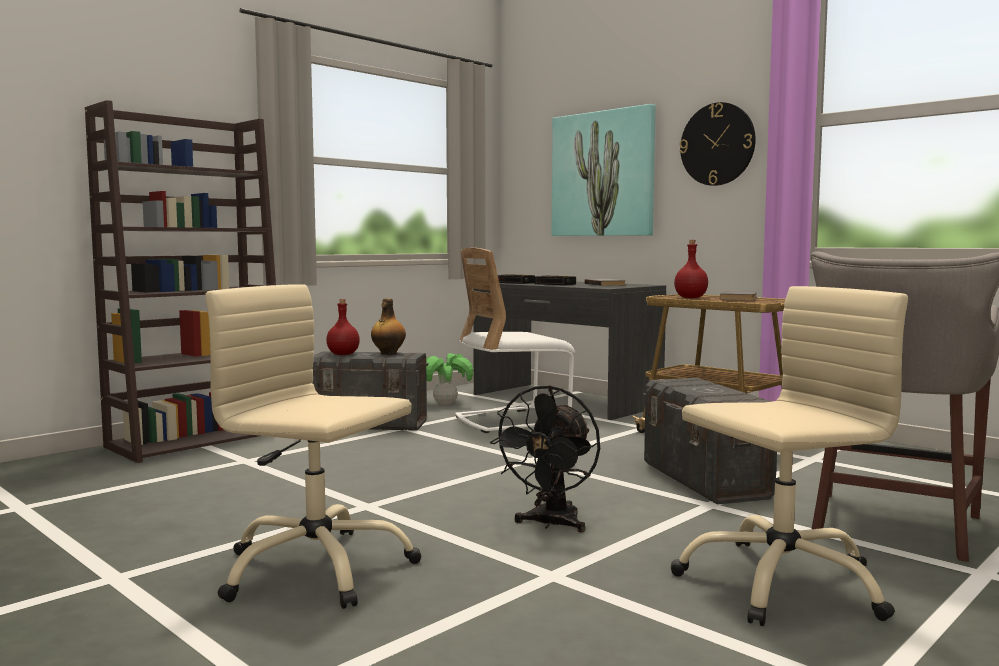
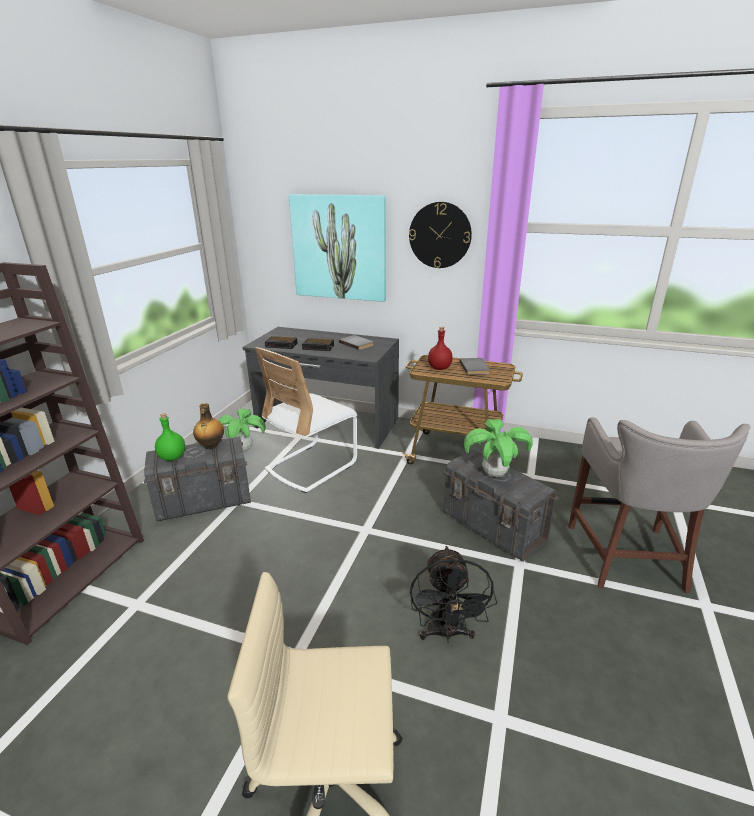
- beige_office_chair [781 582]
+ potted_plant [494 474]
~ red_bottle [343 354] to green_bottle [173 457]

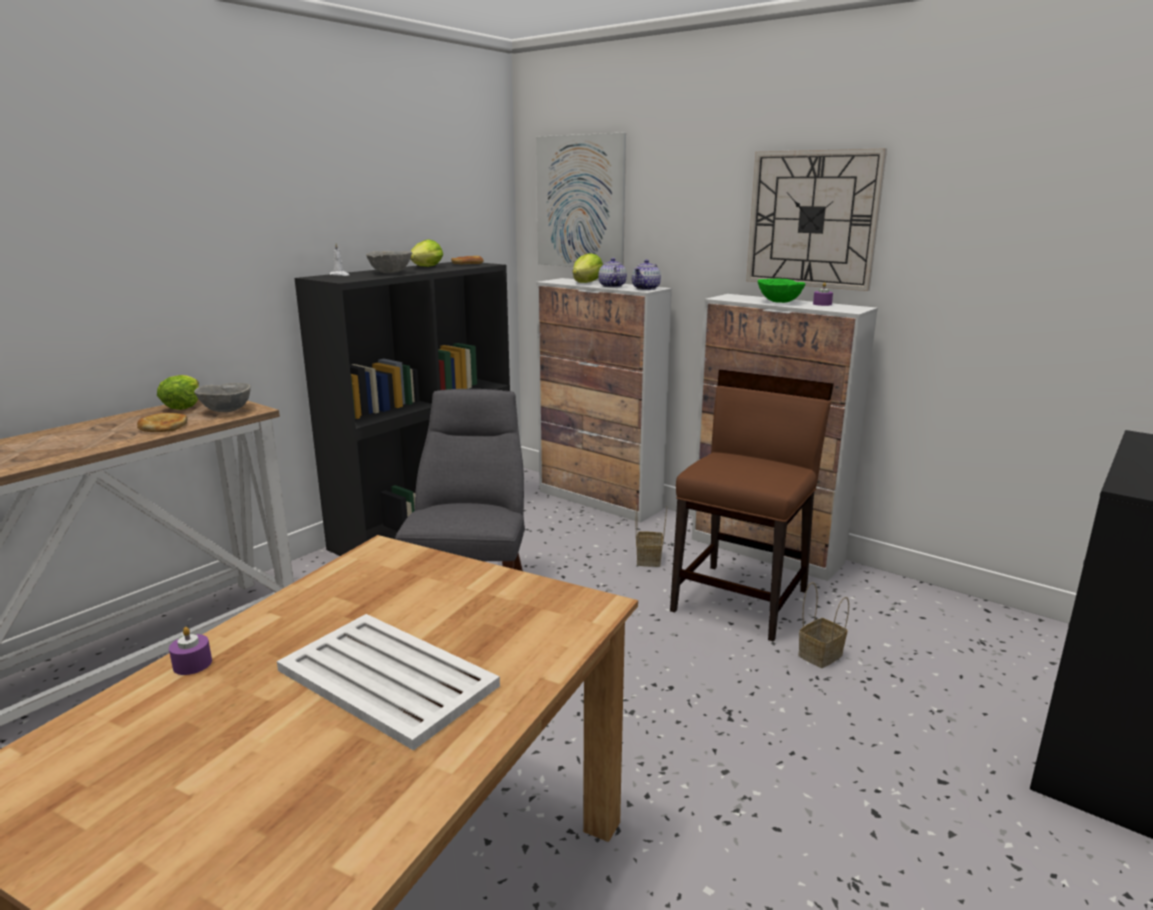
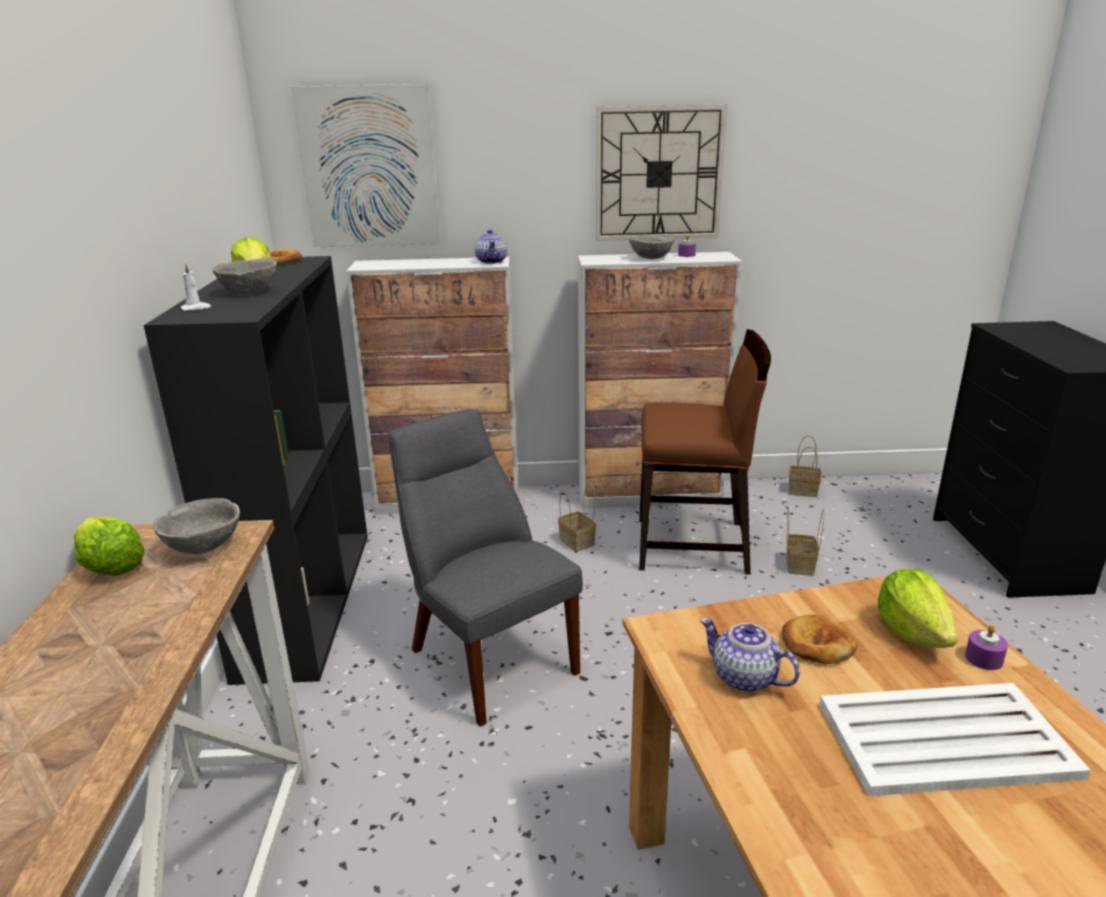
+ basket [804 490]
~ bread [163 426] to [816 644]
~ purple_candle [192 664] to [983 658]
~ lettuce [587 283] to [912 632]
~ teapot [612 286] to [745 678]
~ green_bowl [779 302] to grey_bowl [650 258]
~ brown_chair [741 600] = [693 546] 105 degrees clockwise

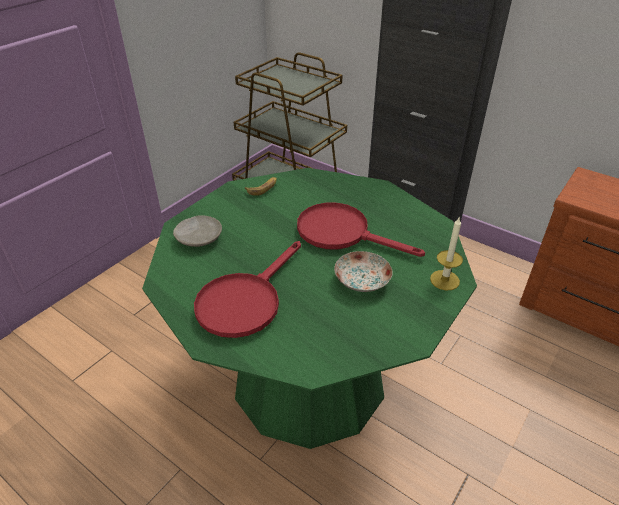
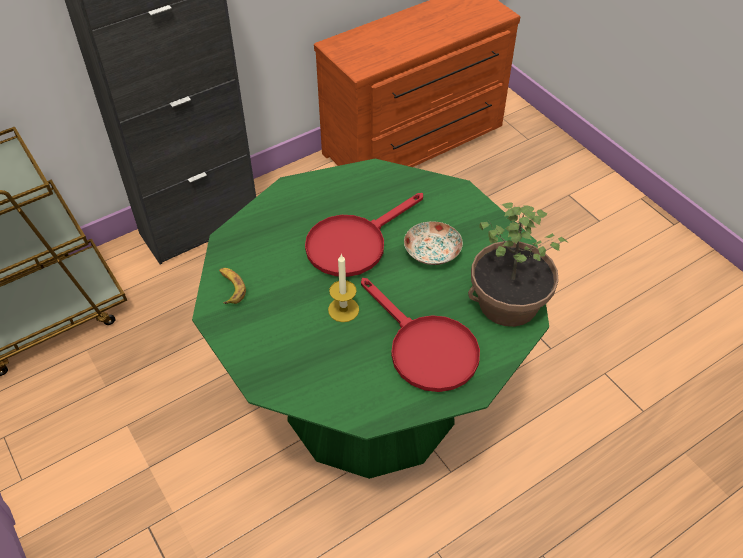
- beige_plate [199 237]
+ potted_plant [508 304]
~ candle [444 280] to [343 309]

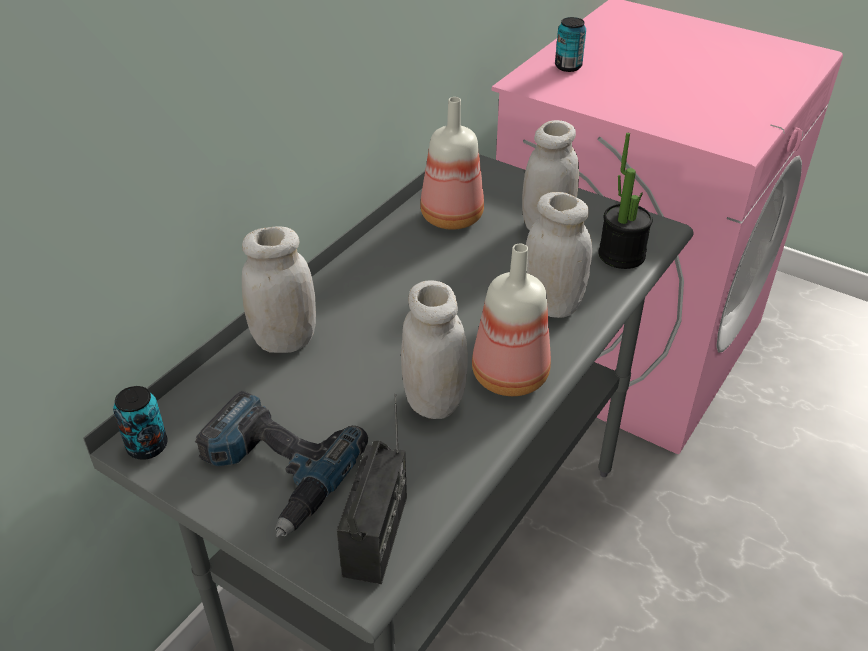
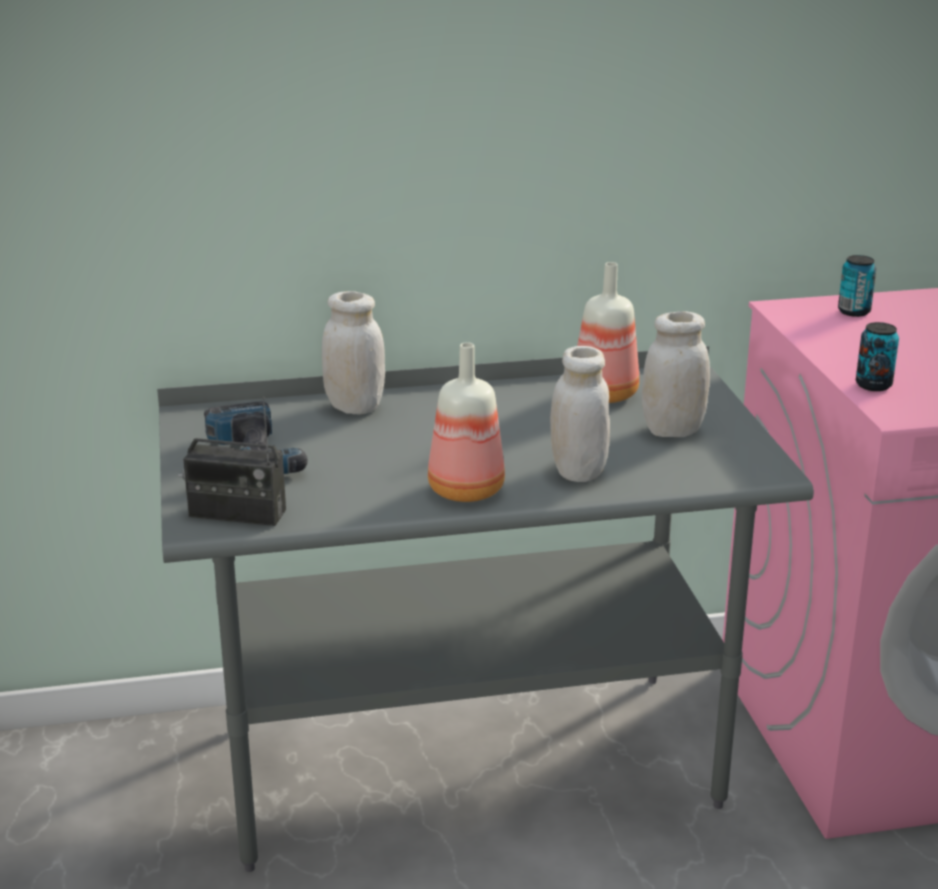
- white_jar [433 401]
- potted_plant [621 255]
~ can [147 446] to [873 385]
~ radio [376 536] = [237 513] 45 degrees clockwise

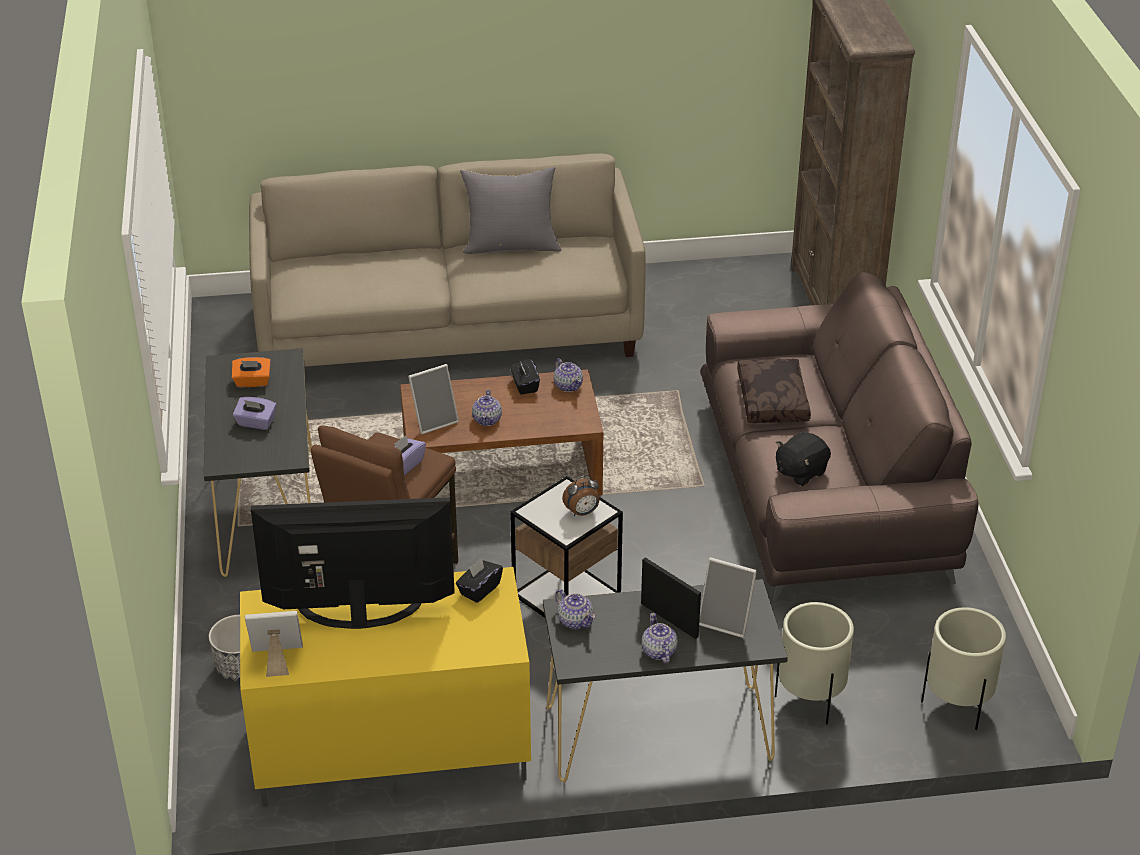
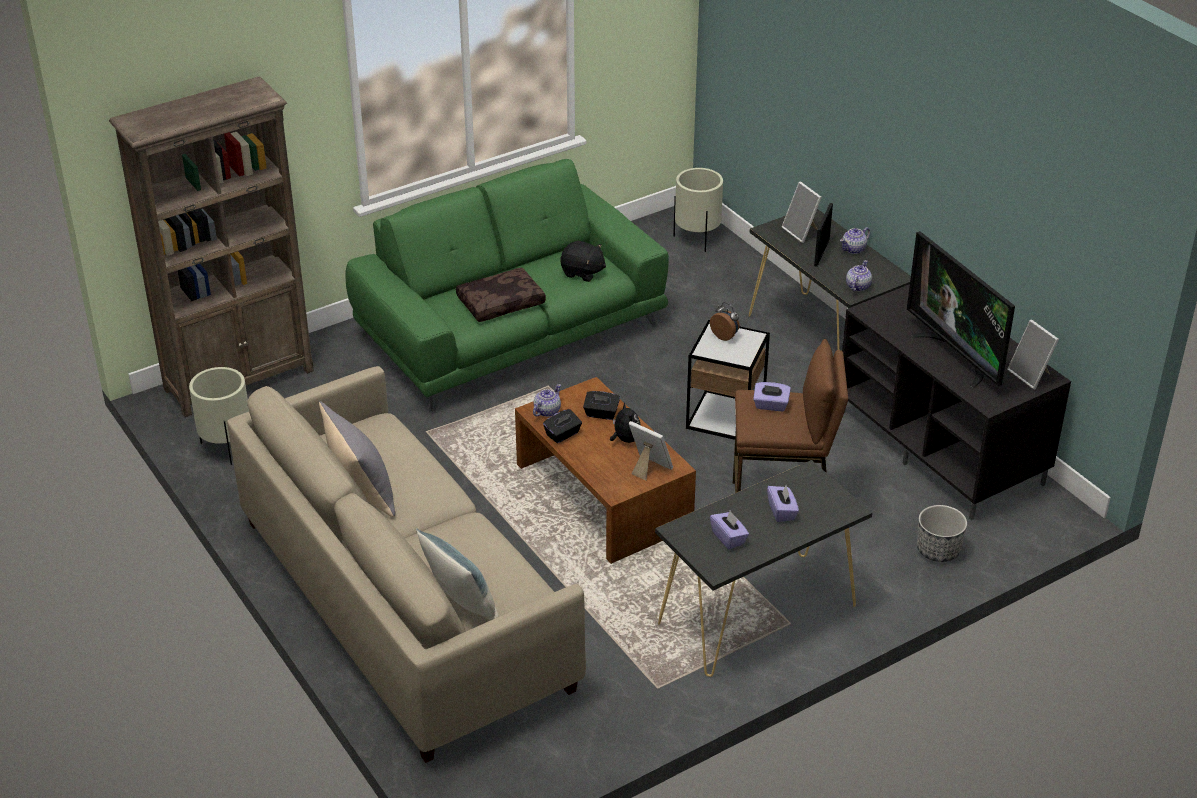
+ pillow [462 605]
~ black_tissue_box [479 589] to [601 414]
~ beige_planter [810 700] to [227 447]
~ teapot [487 419] to plush_toy [625 439]
~ orange_tissue_box [252 382] to purple_tissue_box [729 538]
~ yellow_tv_stand [389 748] to black_tv_stand [942 448]
~ brown_sofa [824 488] to green_sofa [511 331]
~ picture_frame [726 620] = [802 232] 150 degrees clockwise

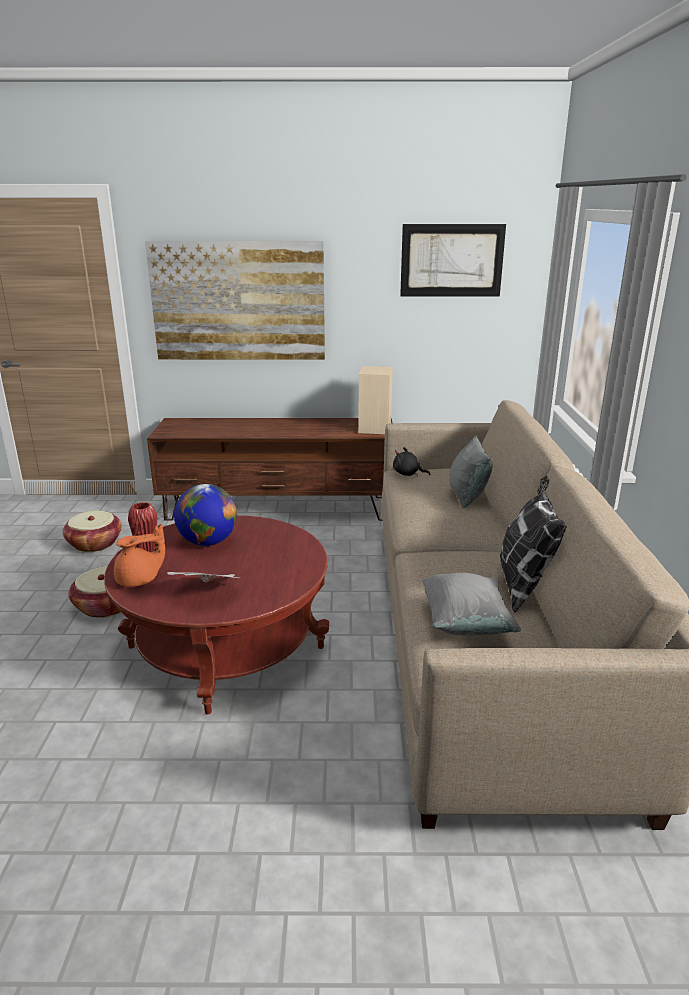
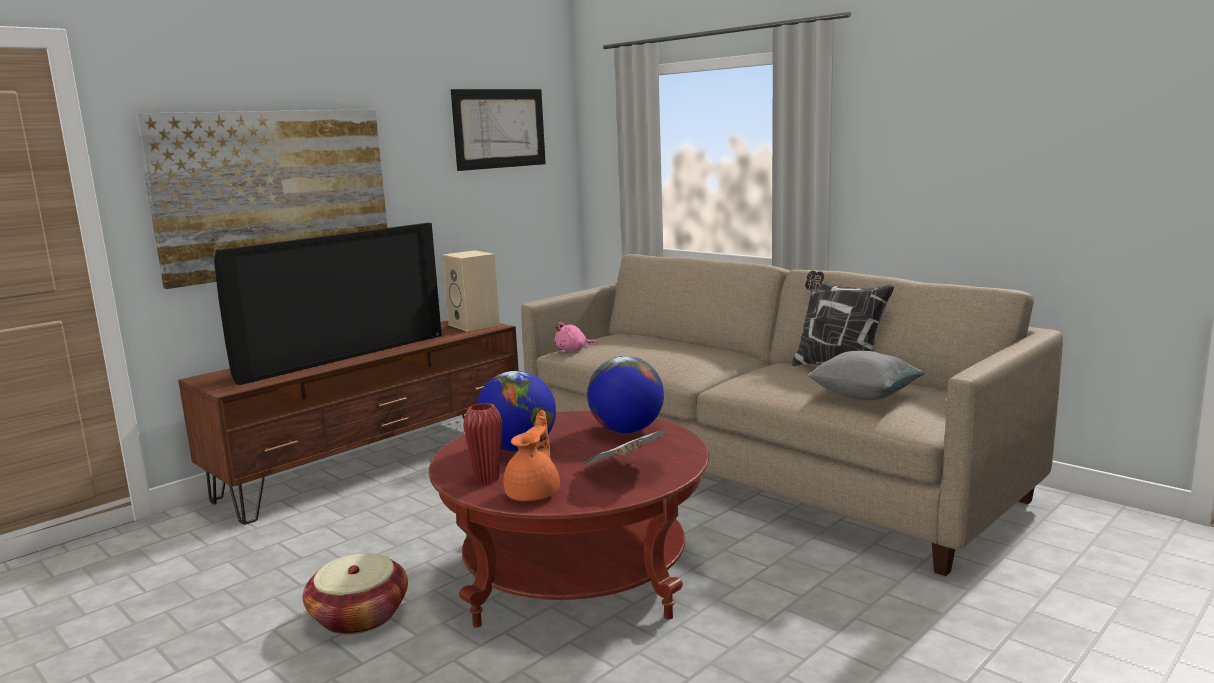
- basket [95 543]
- grey_pillow [467 496]
+ television [343 356]
+ globe [626 430]
~ black_plush_toy [408 474] to pink_plush_toy [573 350]

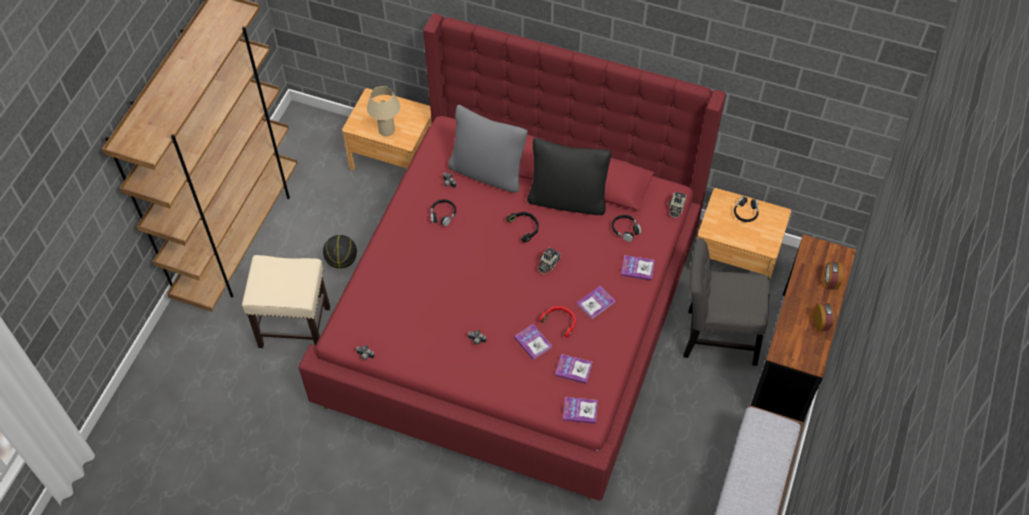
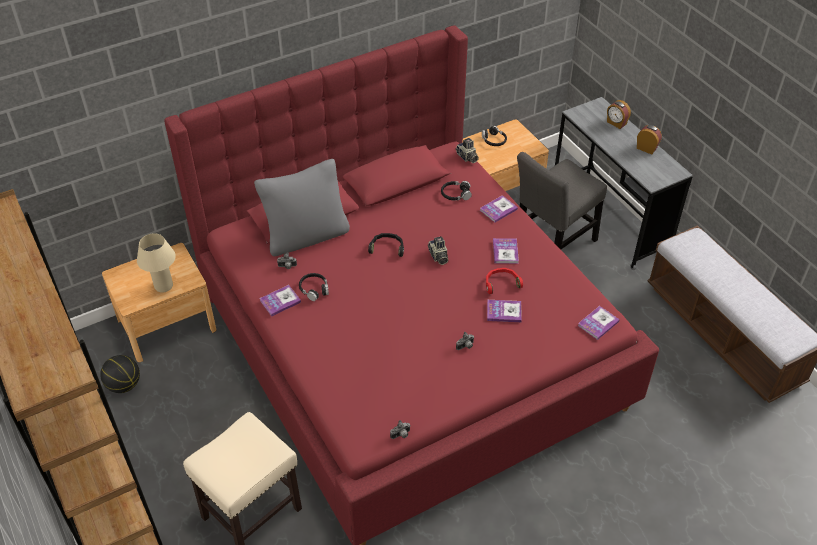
- black_pillow [567 199]
~ basketball [342 260] to [124 385]
~ book [573 369] to [280 301]
~ brown_desk [791 359] to grey_desk [609 220]

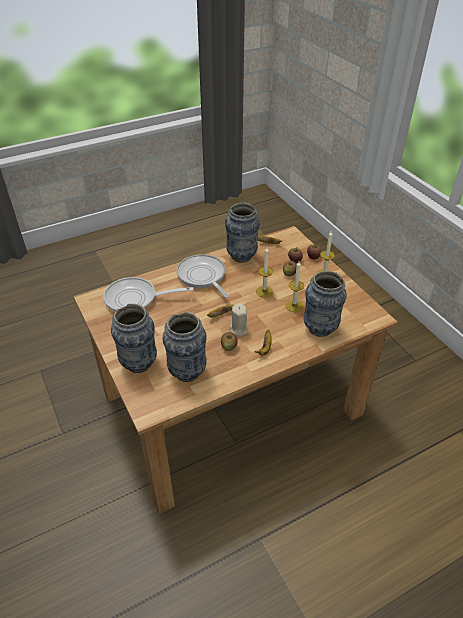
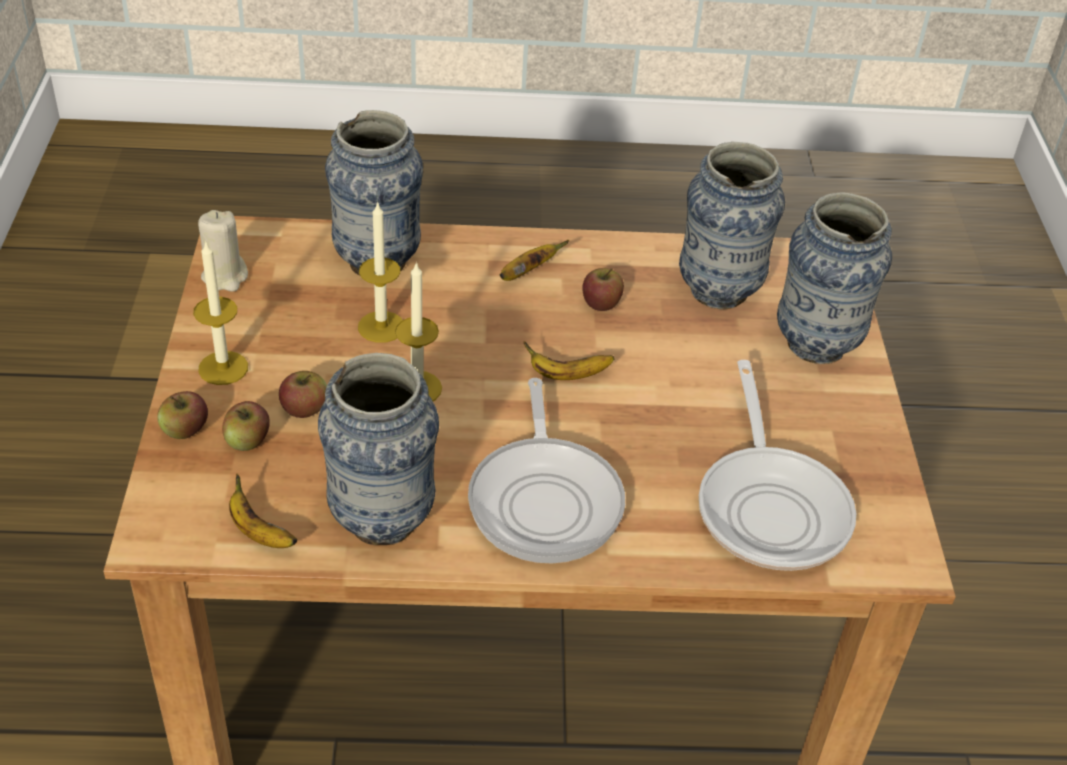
~ beige_candle [238 330] to [225 277]
~ frying_pan [135 299] = [771 506] 60 degrees clockwise

